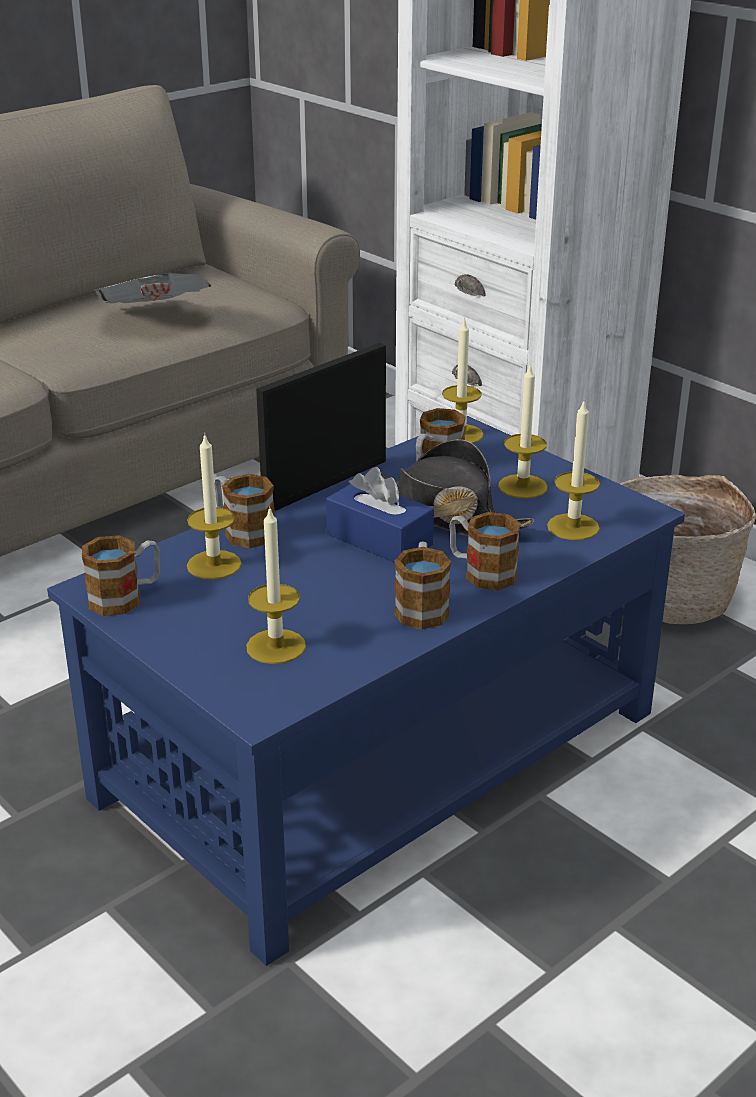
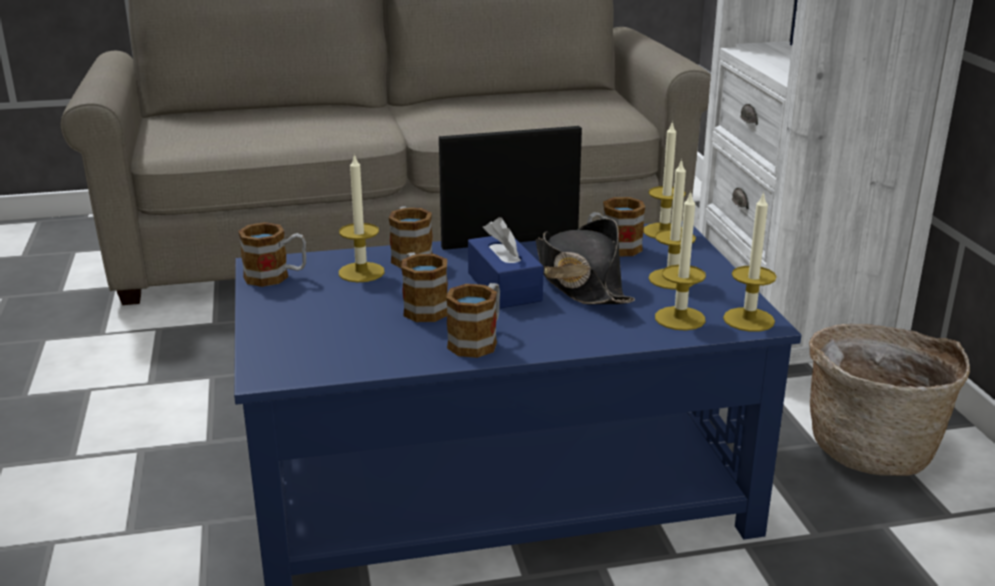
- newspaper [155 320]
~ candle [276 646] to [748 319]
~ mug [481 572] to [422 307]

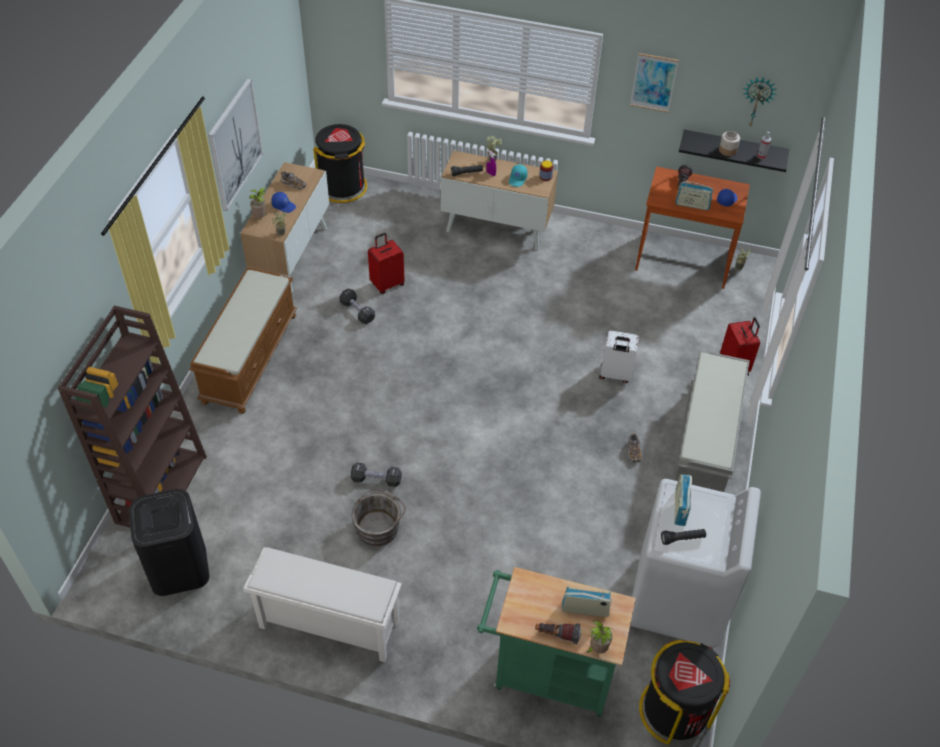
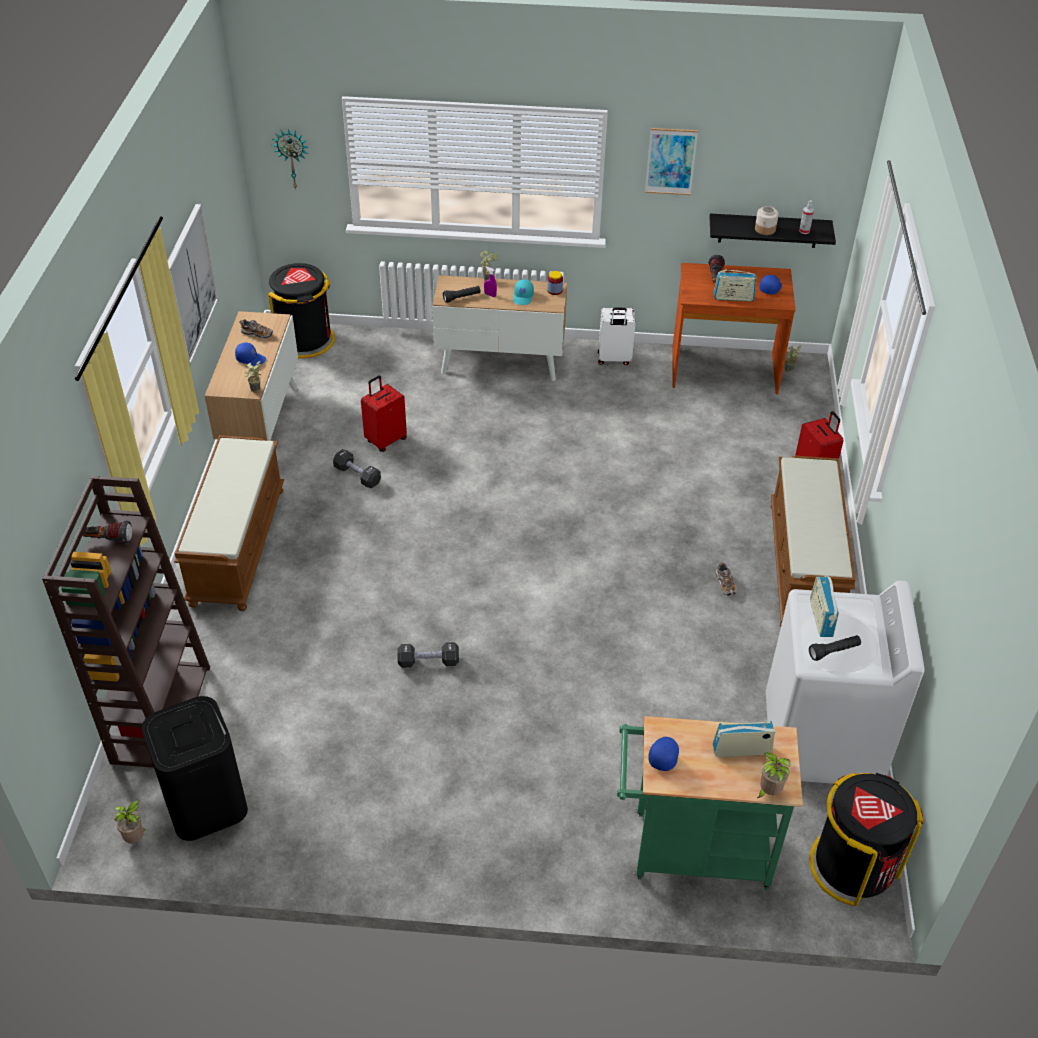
- white_shoe_rack [327 625]
- grey_bucket [379 526]
+ blue_cap [663 755]
~ potted_plant [261 217] to [136 838]
~ flashlight [557 635] to [107 540]
~ white_suitcase [615 375] to [614 359]
~ wall_clock [757 101] to [292 158]
~ grey_bench [704 447] to brown_bench [804 567]

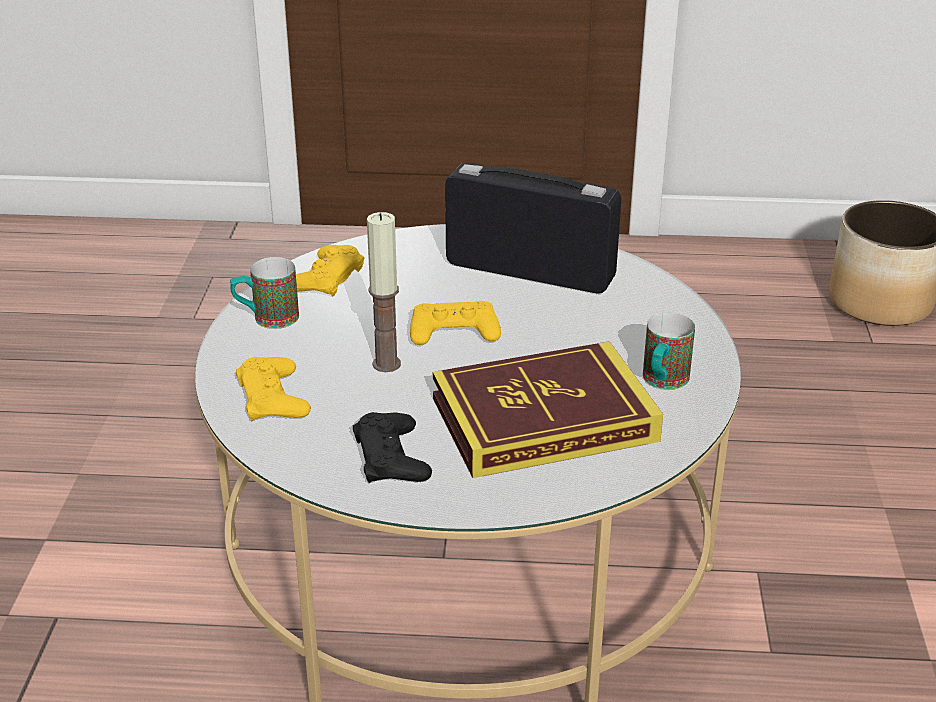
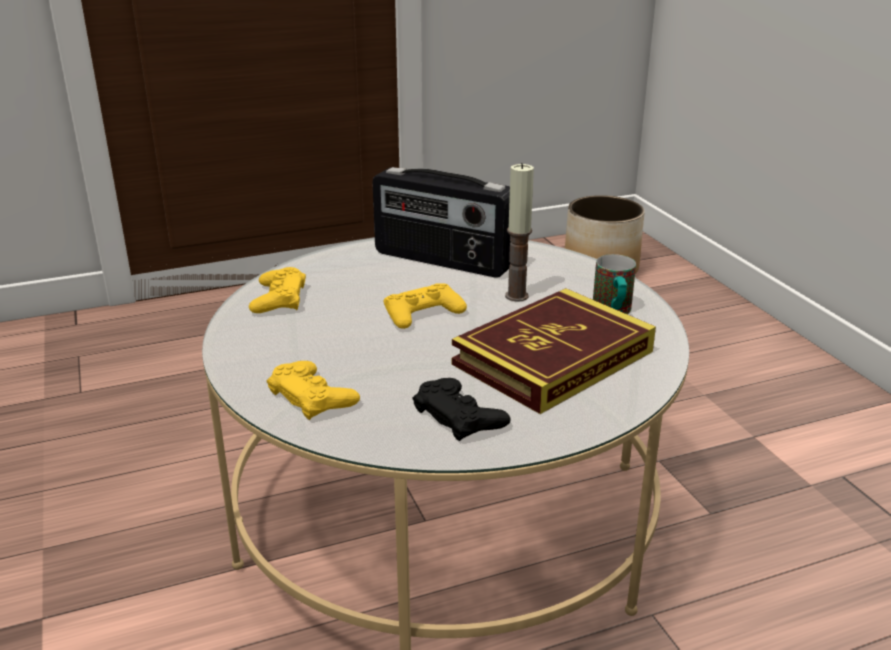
- mug [266 319]
~ candle [386 364] to [516 296]
~ radio [530 270] = [442 261] 150 degrees counterclockwise

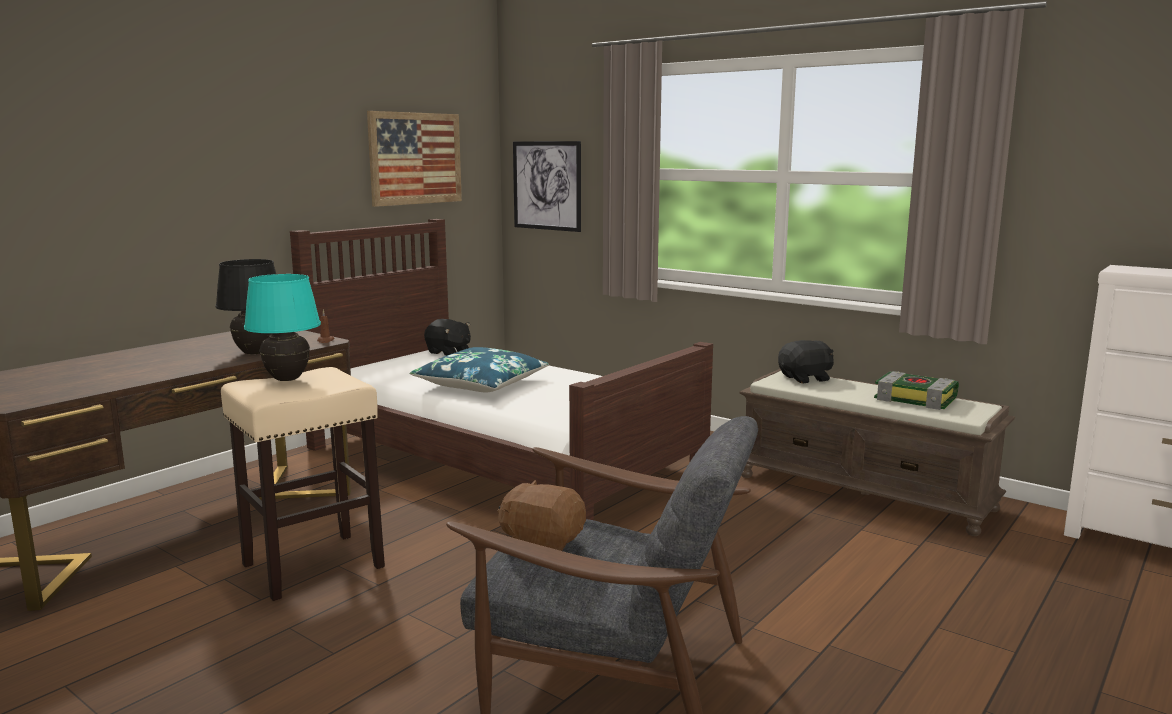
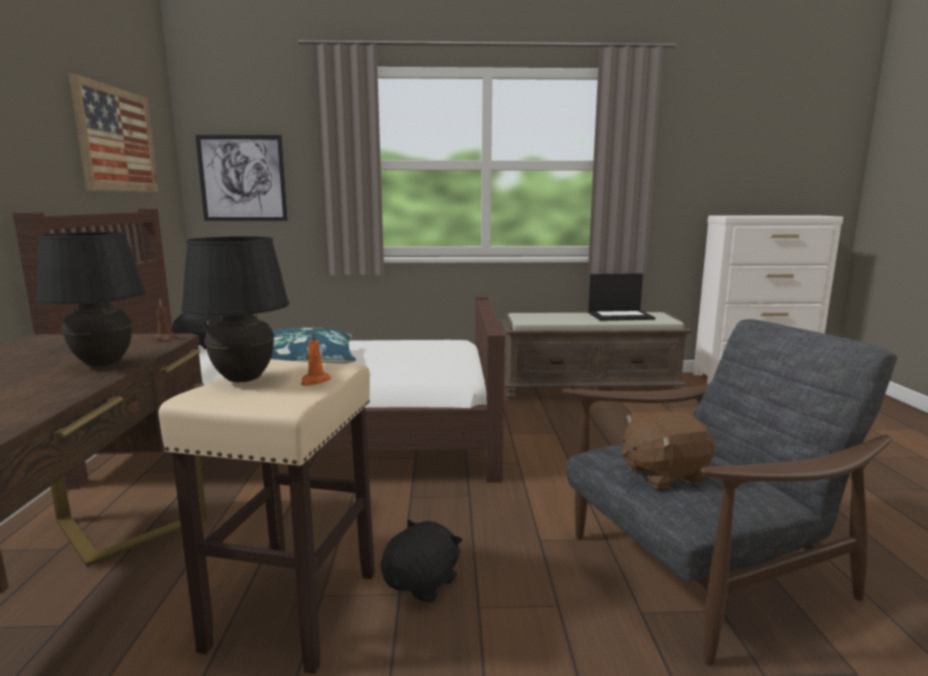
+ orange_candle [315 381]
~ black_plush_toy [805 378] to [423 583]
~ book [917 399] to laptop [620 316]
~ turquoise_table_lamp [287 379] to black_table_lamp [244 379]

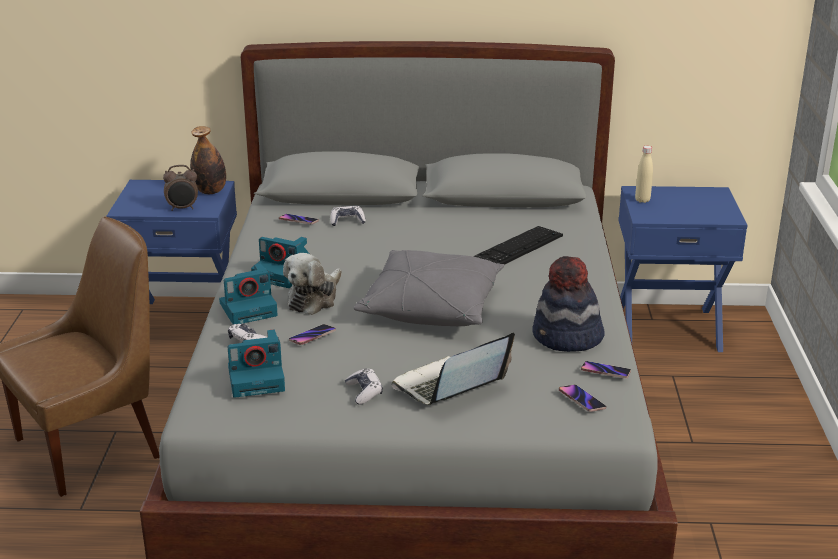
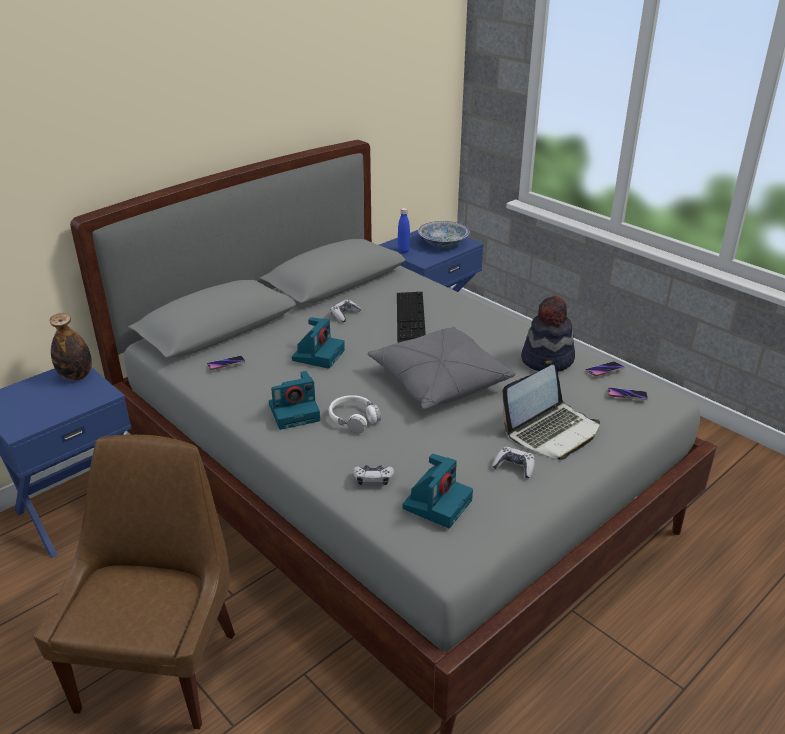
- alarm_clock [182 208]
- phone [312 337]
+ bowl [443 243]
~ photo_camera [249 309] to [318 354]
~ game_controller [347 221] to [345 315]
~ plush_toy [314 299] to white_headphones [354 419]
~ beige_bottle [642 200] to blue_bottle [403 251]
~ laptop [449 387] = [551 431] 135 degrees counterclockwise

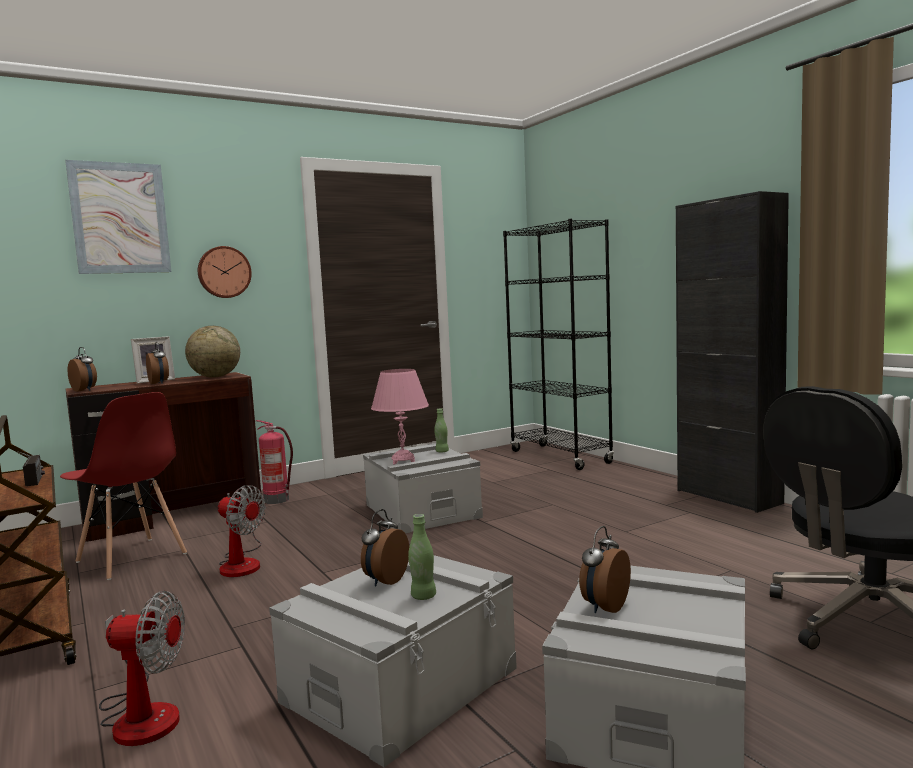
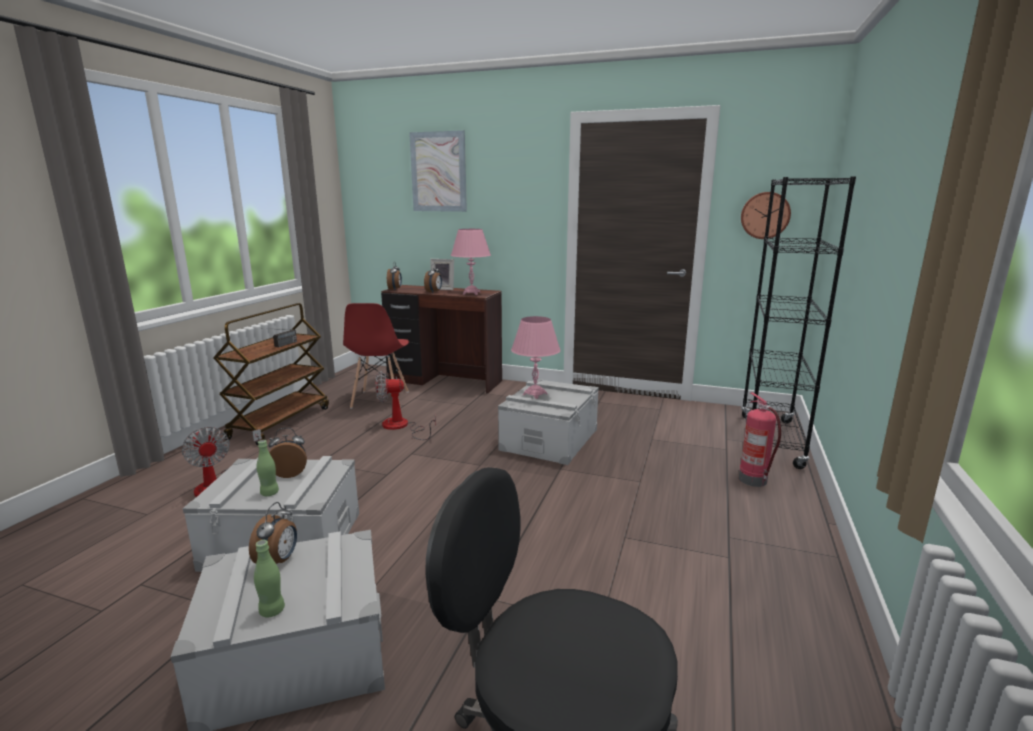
- black_cabinet [728 497]
~ wall_clock [224 272] to [765 215]
~ fire_extinguisher [278 500] to [754 480]
~ green_bottle [442 451] to [272 610]
~ globe [215 377] to pink_table_lamp [471 293]
~ fan [242 563] = [401 427] 90 degrees clockwise
~ alarm_clock [604 607] = [279 561] 105 degrees clockwise

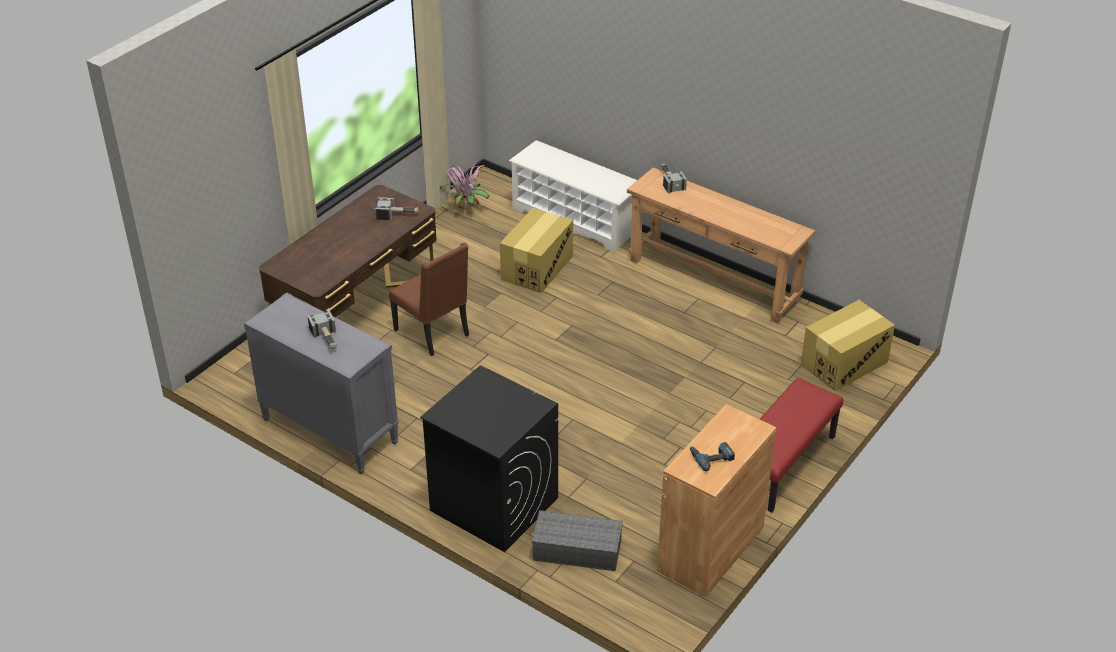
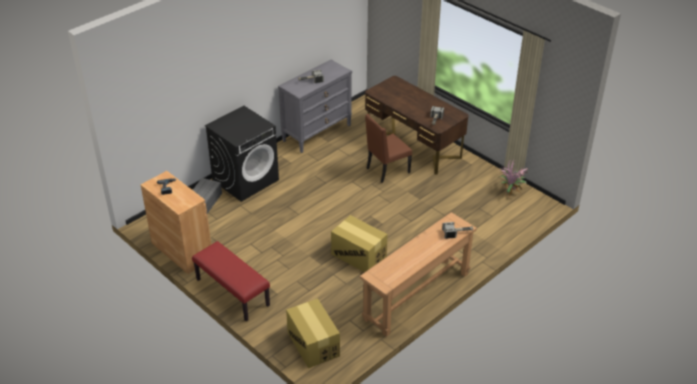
- white_shoe_rack [575 220]
~ cardboard_box [537 267] to [359 255]

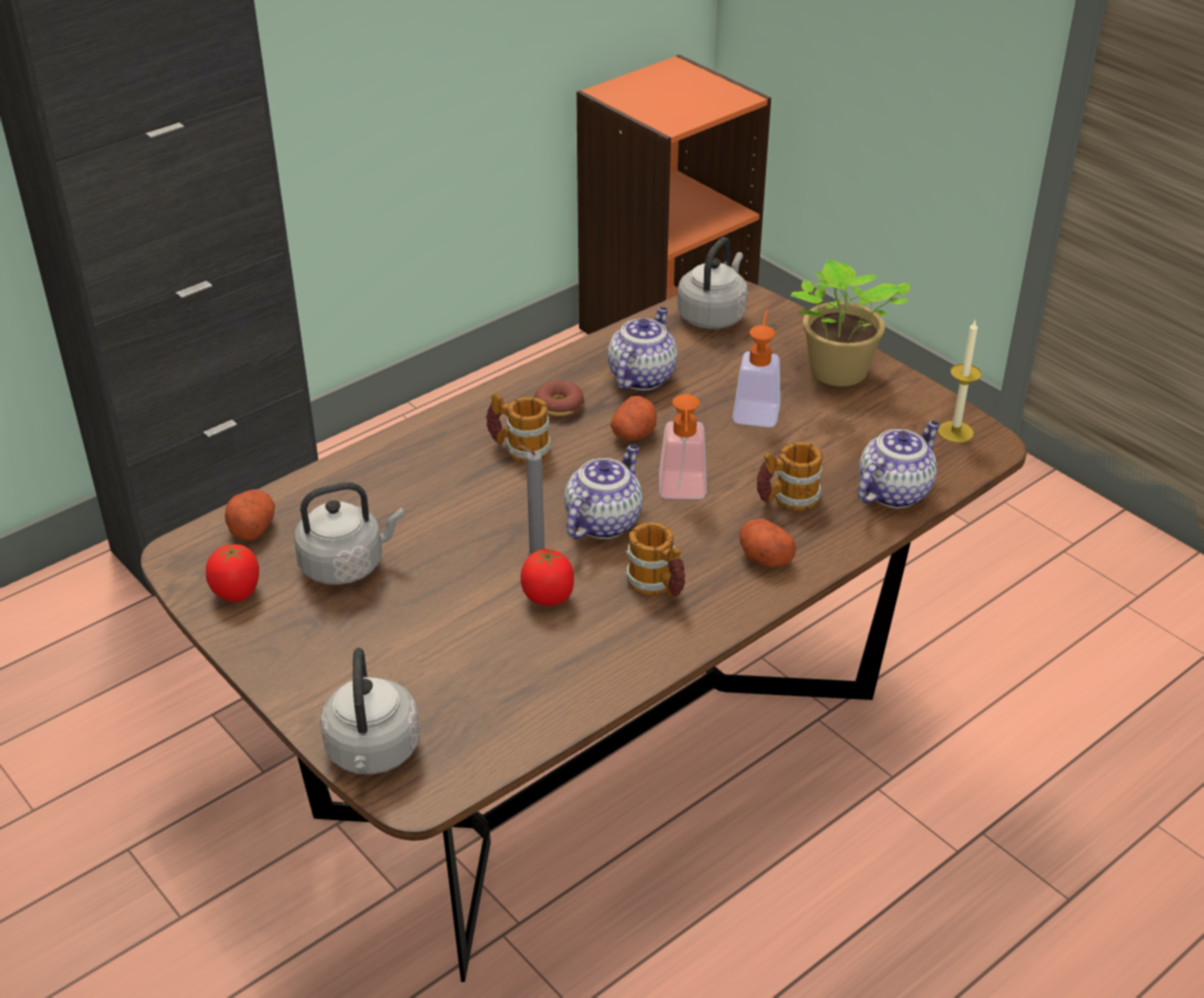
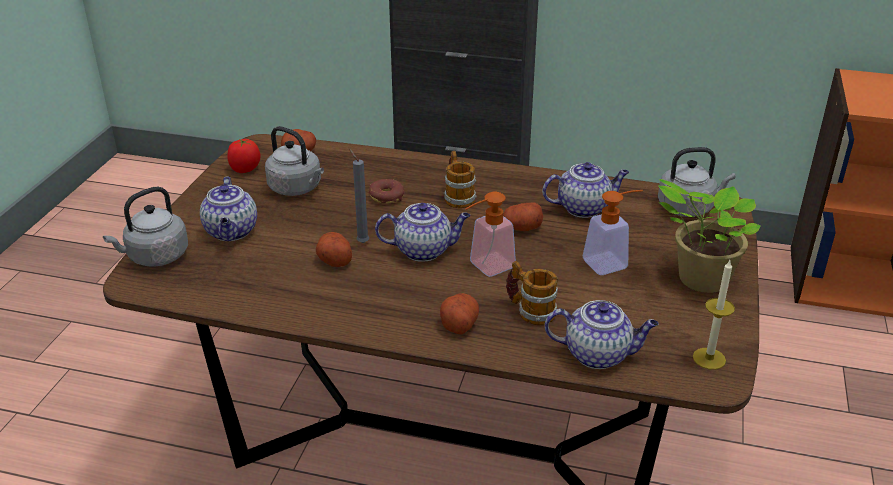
- mug [657 586]
+ teapot [232 232]
~ donut [559 405] to [386 196]
~ tomato [548 597] to potato [334 259]

